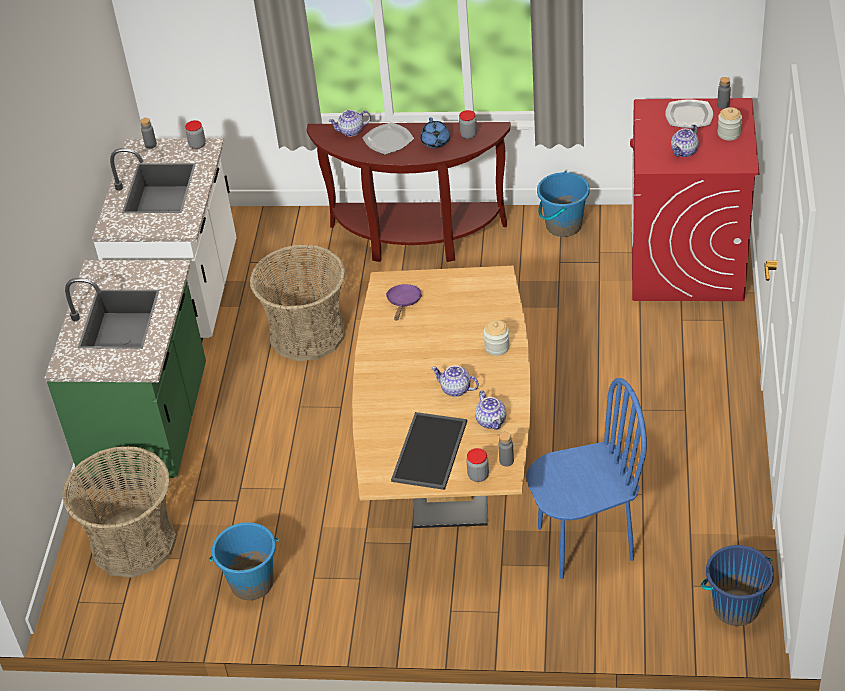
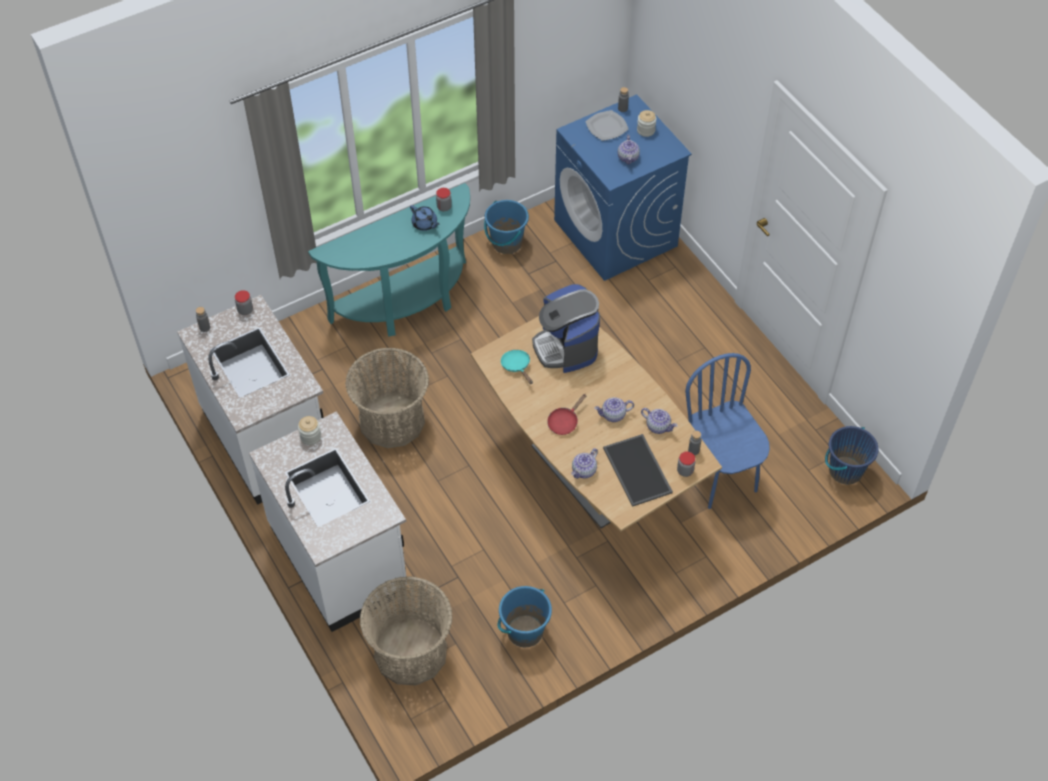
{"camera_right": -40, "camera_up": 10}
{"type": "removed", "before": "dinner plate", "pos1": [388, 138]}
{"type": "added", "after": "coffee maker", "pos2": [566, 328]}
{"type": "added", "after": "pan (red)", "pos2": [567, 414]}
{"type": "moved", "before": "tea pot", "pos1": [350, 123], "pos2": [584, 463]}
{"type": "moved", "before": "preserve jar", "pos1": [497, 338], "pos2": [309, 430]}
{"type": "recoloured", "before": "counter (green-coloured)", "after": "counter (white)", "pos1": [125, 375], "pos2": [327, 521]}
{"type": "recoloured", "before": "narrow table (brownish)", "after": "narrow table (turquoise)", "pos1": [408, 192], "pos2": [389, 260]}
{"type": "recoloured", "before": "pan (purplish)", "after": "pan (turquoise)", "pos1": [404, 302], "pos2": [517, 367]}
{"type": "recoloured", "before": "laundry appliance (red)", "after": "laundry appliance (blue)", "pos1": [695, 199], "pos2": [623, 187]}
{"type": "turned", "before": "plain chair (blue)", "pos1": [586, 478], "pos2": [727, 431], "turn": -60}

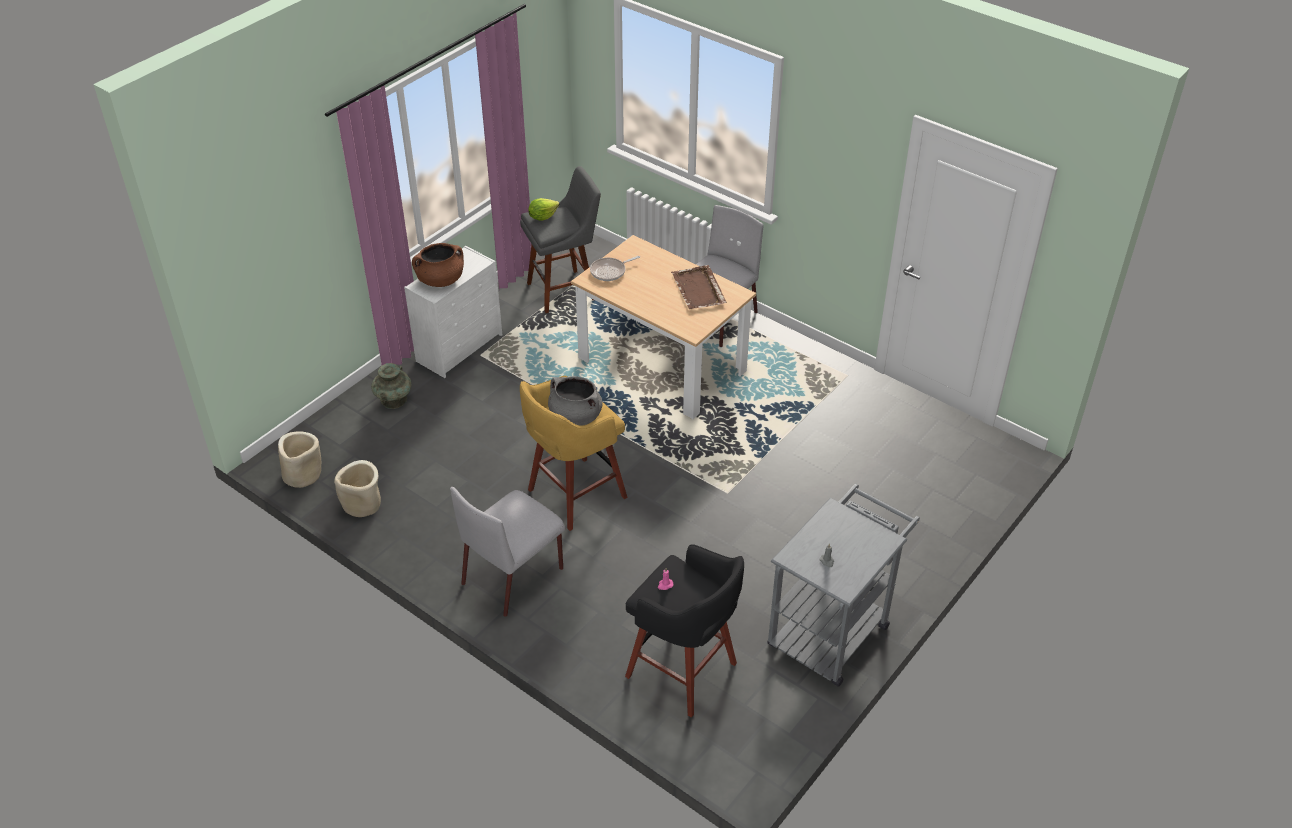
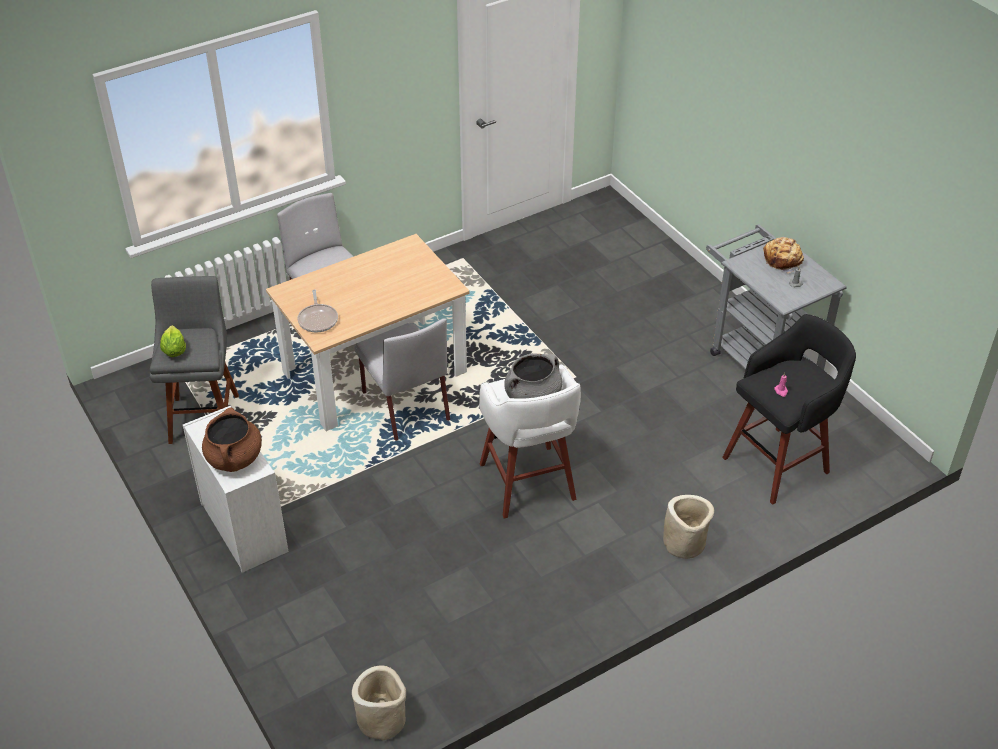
{"camera_right": -70, "camera_up": 0}
{"type": "removed", "before": "flower vase (turquoise)", "pos1": [391, 386]}
{"type": "removed", "before": "carrying tray (brownish)", "pos1": [699, 287]}
{"type": "added", "after": "bread", "pos2": [783, 255]}
{"type": "moved", "before": "planter (sand-coloured)", "pos1": [357, 488], "pos2": [688, 527]}
{"type": "moved", "before": "plain chair (greyish)", "pos1": [507, 552], "pos2": [402, 379]}
{"type": "recoloured", "before": "stool seat (yellow)", "after": "stool seat (white)", "pos1": [573, 453], "pos2": [530, 441]}

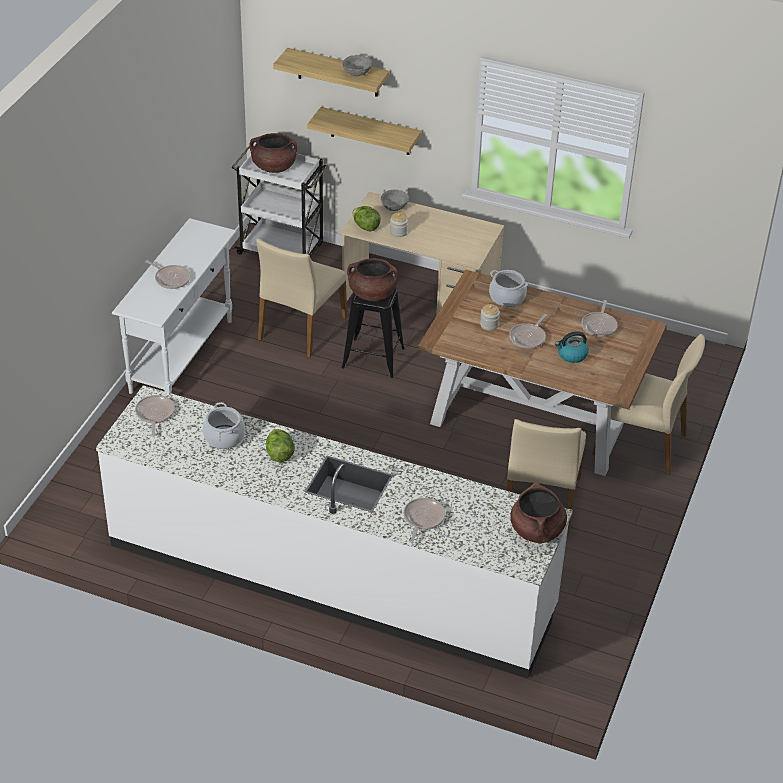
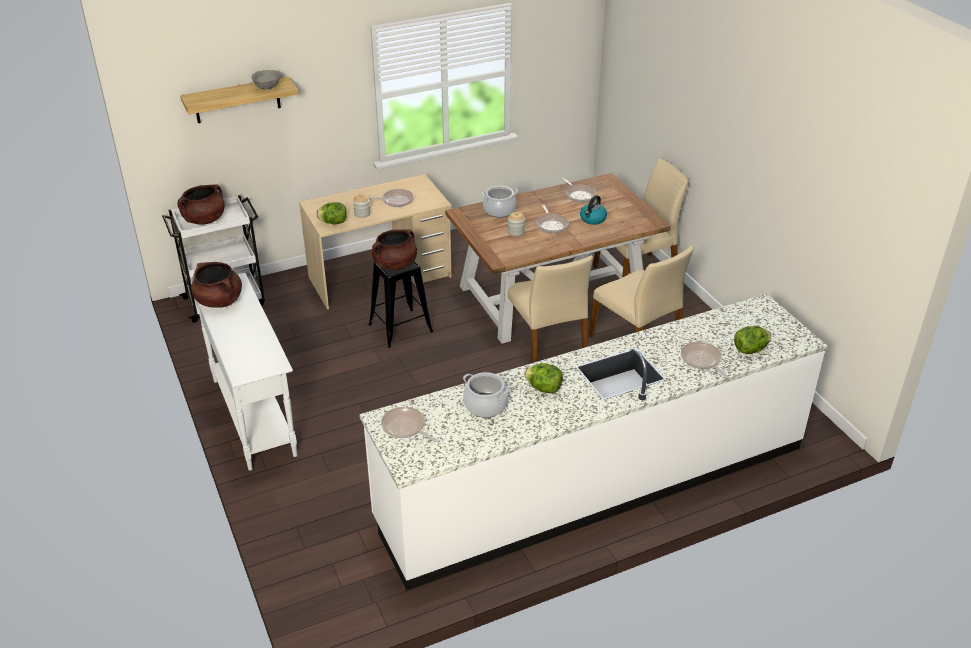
{"camera_right": -45, "camera_up": -5}
{"type": "removed", "before": "bracket shelf", "pos1": [364, 131]}
{"type": "removed", "before": "serving bowl (greyish)", "pos1": [395, 200]}
{"type": "added", "after": "lettuce", "pos2": [752, 340]}
{"type": "moved", "before": "pan", "pos1": [168, 274], "pos2": [391, 198]}
{"type": "moved", "before": "plain chair (sand-coloured)", "pos1": [301, 298], "pos2": [550, 309]}
{"type": "moved", "before": "saucepot (brownish)", "pos1": [538, 512], "pos2": [216, 285]}

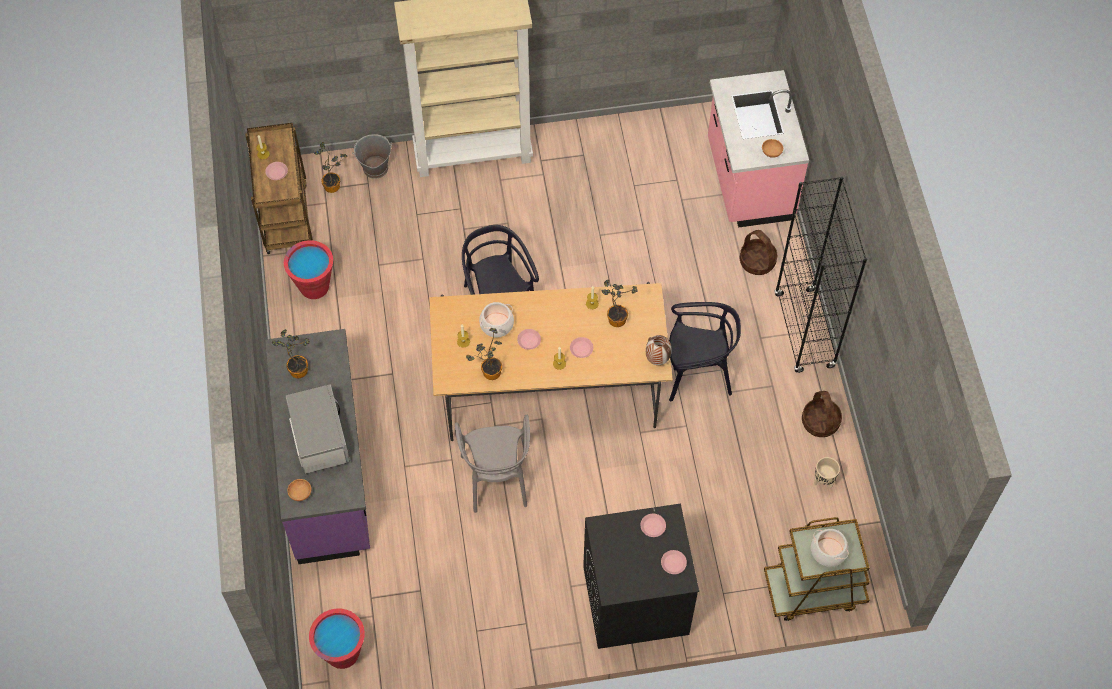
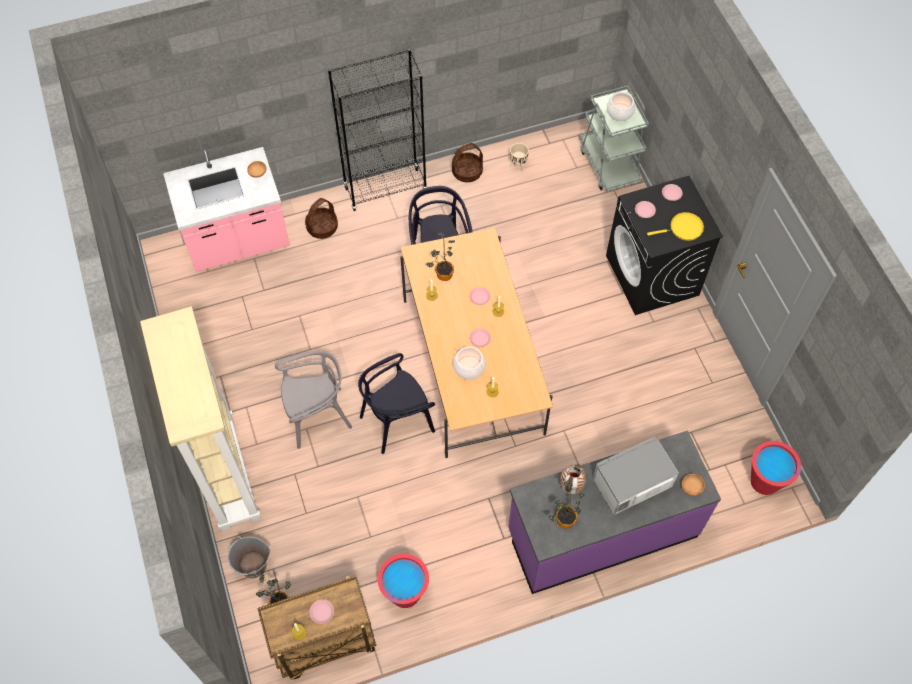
{"camera_right": -100, "camera_up": 0}
{"type": "removed", "before": "plant in a pot", "pos1": [484, 354]}
{"type": "added", "after": "pan (yellow)", "pos2": [675, 226]}
{"type": "moved", "before": "plain chair (greyish)", "pos1": [492, 464], "pos2": [313, 400]}
{"type": "moved", "before": "flower vase", "pos1": [659, 350], "pos2": [573, 479]}
{"type": "recoloured", "before": "cart (brownish)", "after": "cart (greyish)", "pos1": [817, 569], "pos2": [614, 138]}

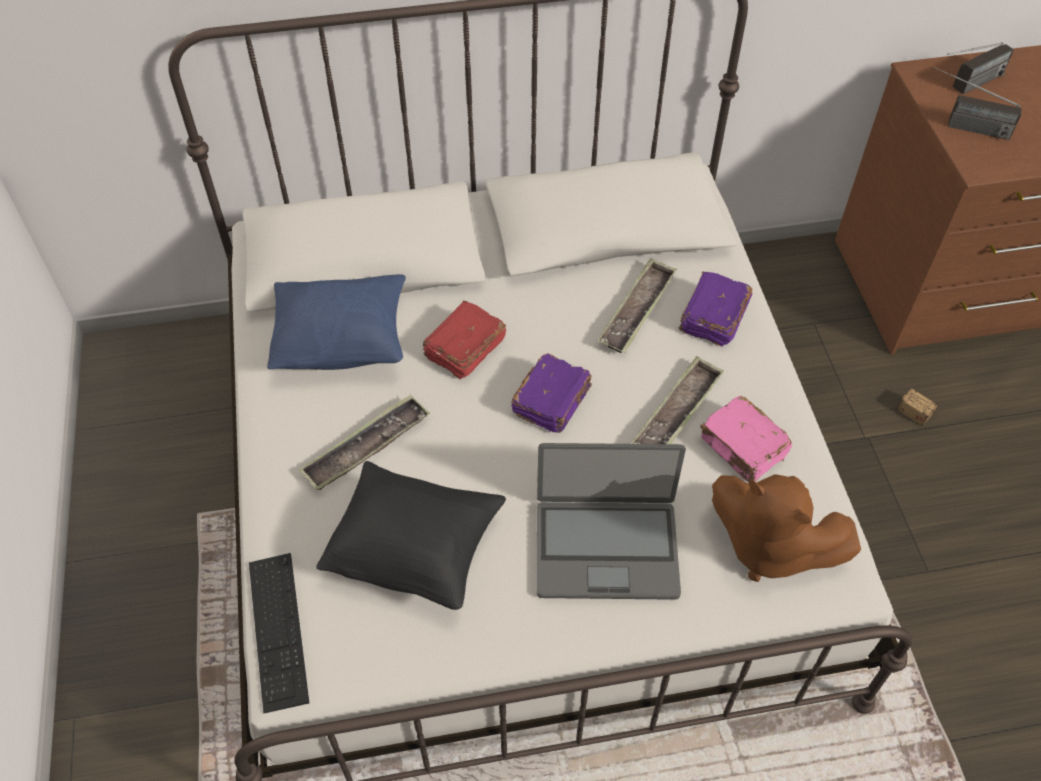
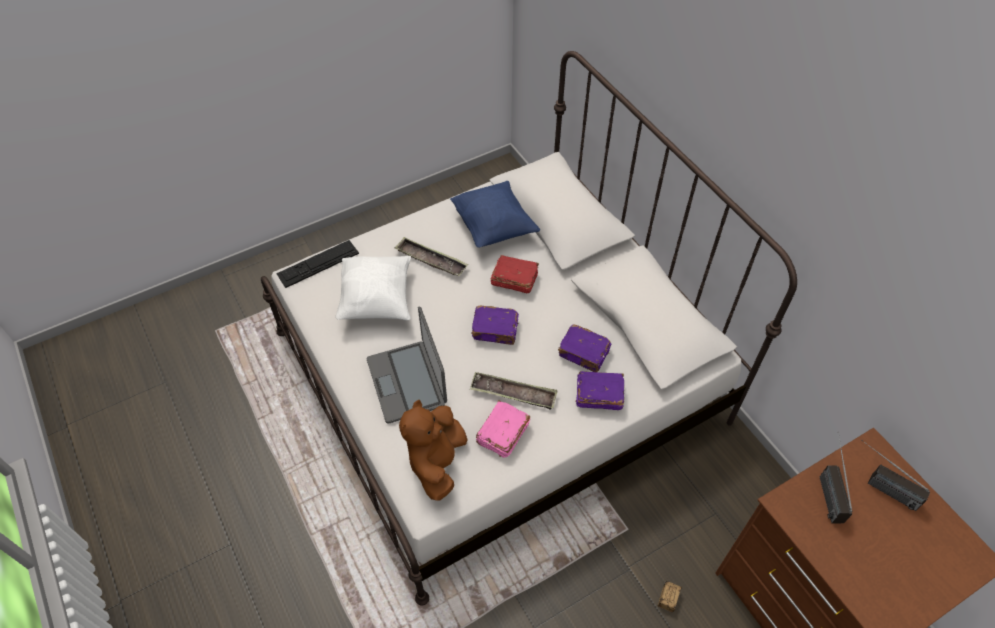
{"camera_right": 70, "camera_up": 0}
{"type": "replaced", "before": "carrying tray", "after": "bound book (purplish)", "pos1": [637, 305], "pos2": [584, 348]}
{"type": "recoloured", "before": "cushion (blackish)", "after": "cushion (white)", "pos1": [411, 535], "pos2": [373, 288]}

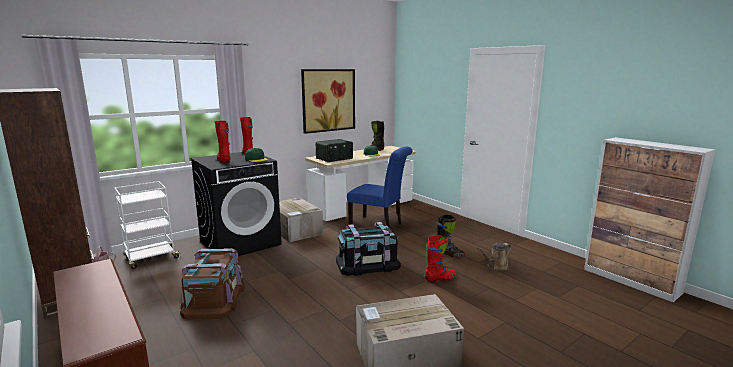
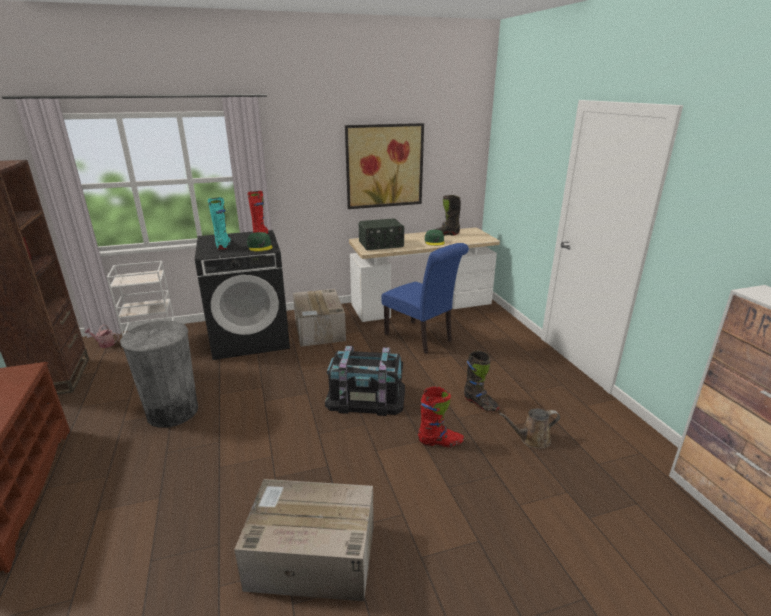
{"camera_right": 20, "camera_up": 10}
{"type": "replaced", "before": "storage container (brownish)", "after": "trash can (greyish)", "pos1": [212, 283], "pos2": [159, 374]}
{"type": "recoloured", "before": "high-top boot (red)", "after": "high-top boot (turquoise)", "pos1": [223, 142], "pos2": [219, 223]}

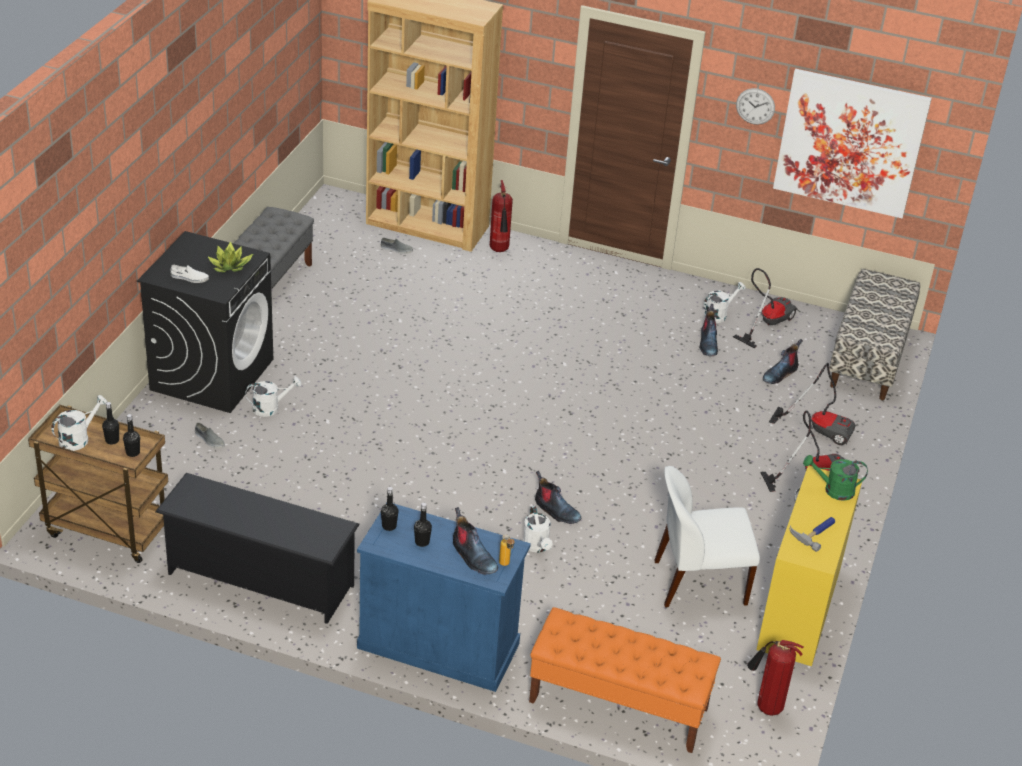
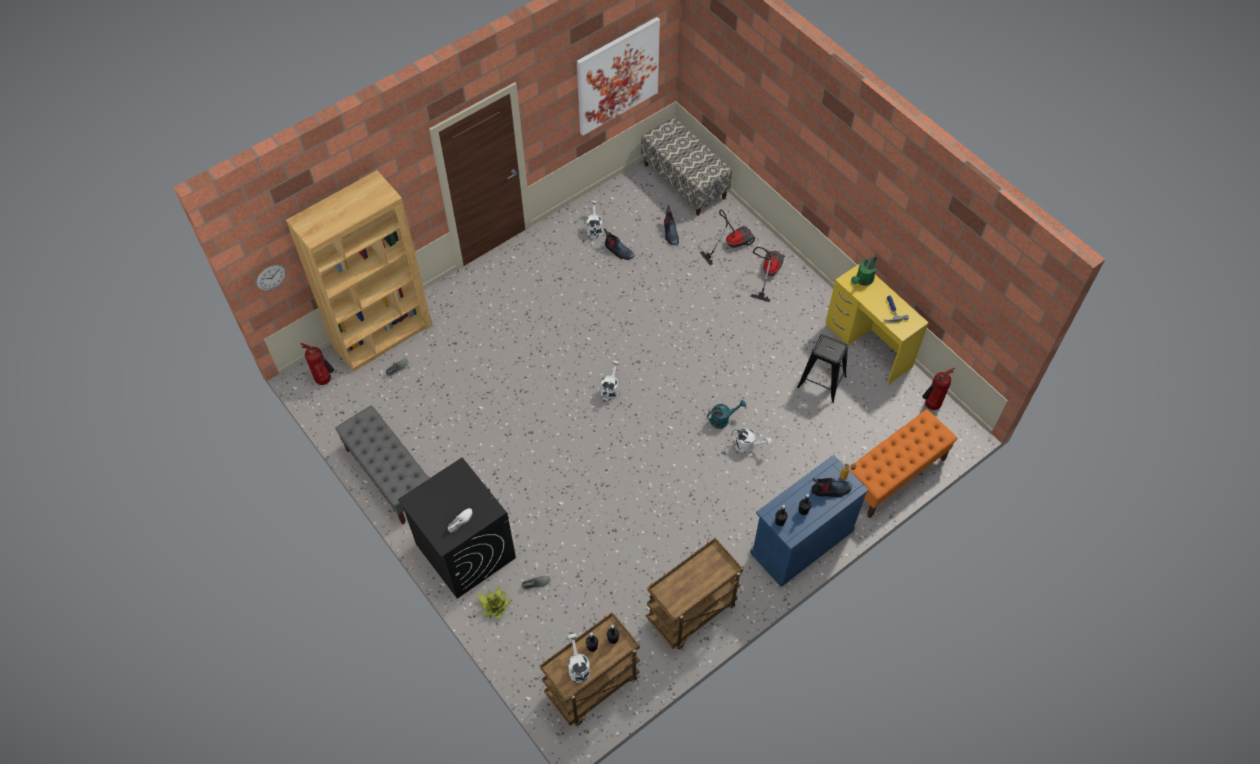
{"camera_right": -55, "camera_up": 20}
{"type": "removed", "before": "vacuum", "pos1": [765, 308]}
{"type": "moved", "before": "plant in a pot", "pos1": [230, 257], "pos2": [494, 602]}
{"type": "moved", "before": "sprinkling can (white)", "pos1": [273, 397], "pos2": [610, 381]}
{"type": "moved", "before": "fire-fighting cylinder", "pos1": [501, 216], "pos2": [317, 364]}
{"type": "moved", "before": "wall clock", "pos1": [755, 106], "pos2": [271, 277]}
{"type": "replaced", "before": "shoe shelf (blackish)", "after": "cart (brownish)", "pos1": [257, 548], "pos2": [695, 593]}
{"type": "replaced", "before": "high-top boot", "after": "sprinkling can (turquoise)", "pos1": [558, 497], "pos2": [726, 414]}
{"type": "replaced", "before": "plain chair (white)", "after": "stool seat (blackish)", "pos1": [707, 536], "pos2": [822, 369]}

